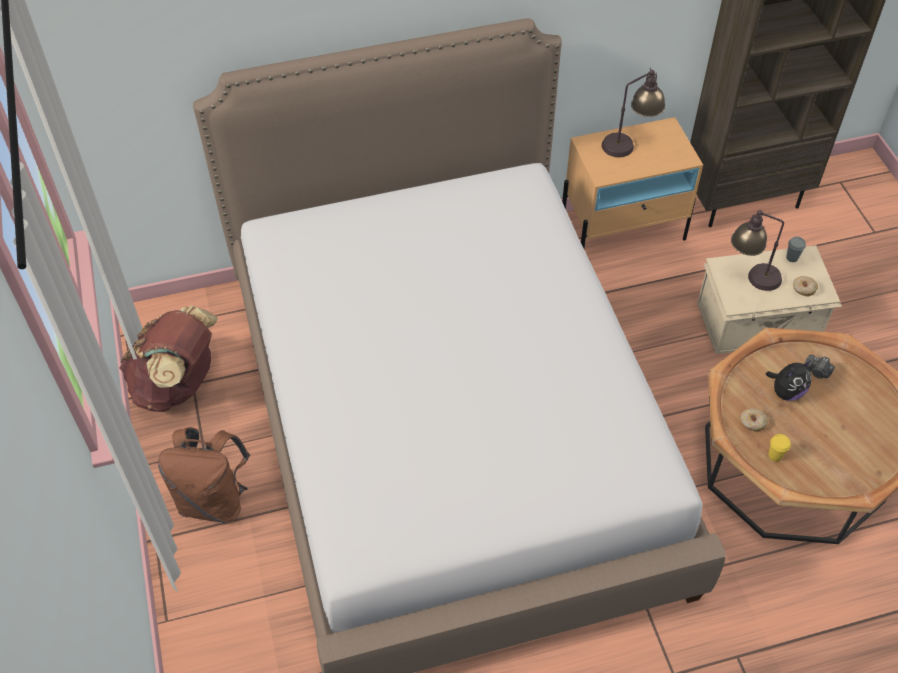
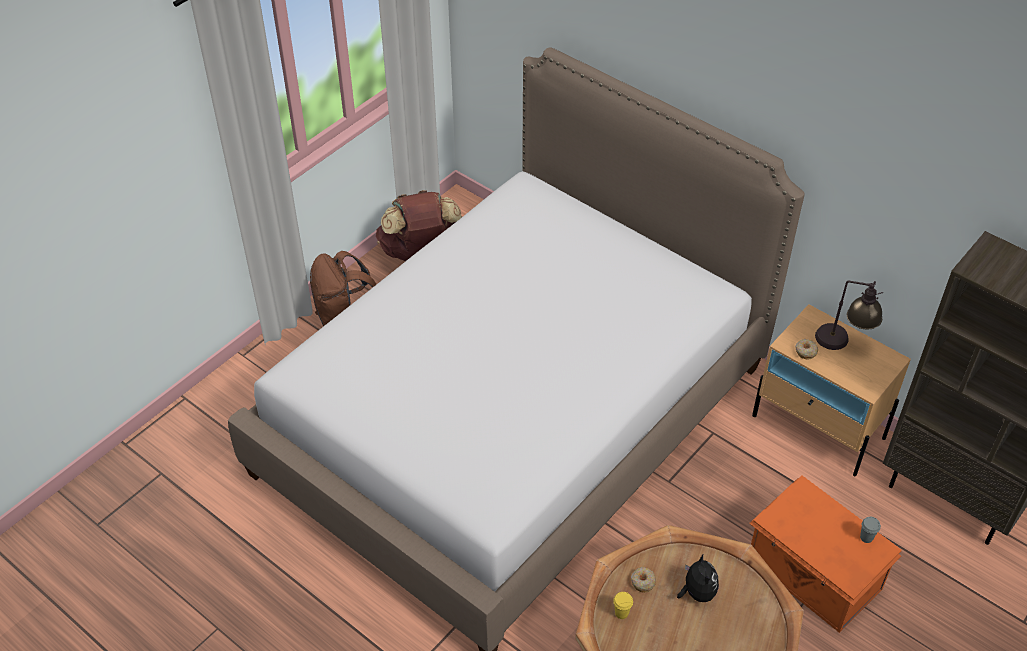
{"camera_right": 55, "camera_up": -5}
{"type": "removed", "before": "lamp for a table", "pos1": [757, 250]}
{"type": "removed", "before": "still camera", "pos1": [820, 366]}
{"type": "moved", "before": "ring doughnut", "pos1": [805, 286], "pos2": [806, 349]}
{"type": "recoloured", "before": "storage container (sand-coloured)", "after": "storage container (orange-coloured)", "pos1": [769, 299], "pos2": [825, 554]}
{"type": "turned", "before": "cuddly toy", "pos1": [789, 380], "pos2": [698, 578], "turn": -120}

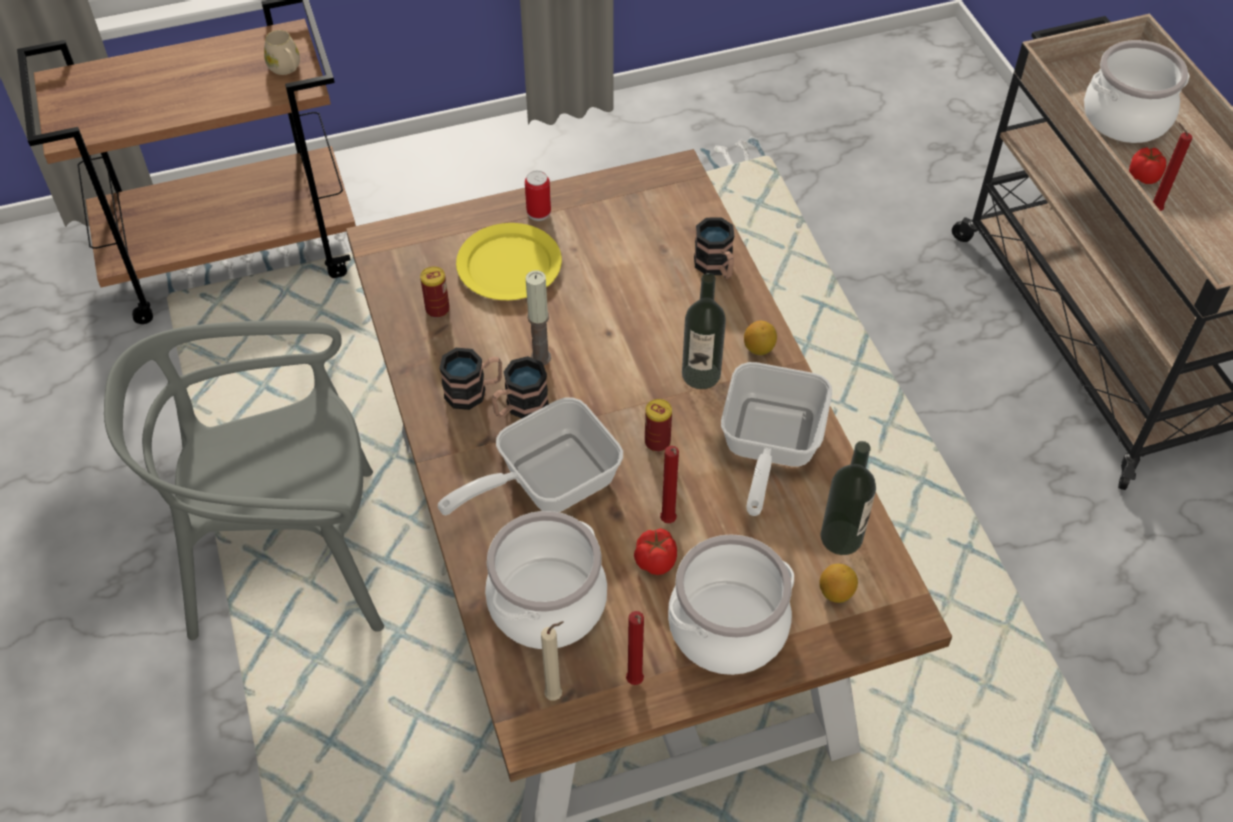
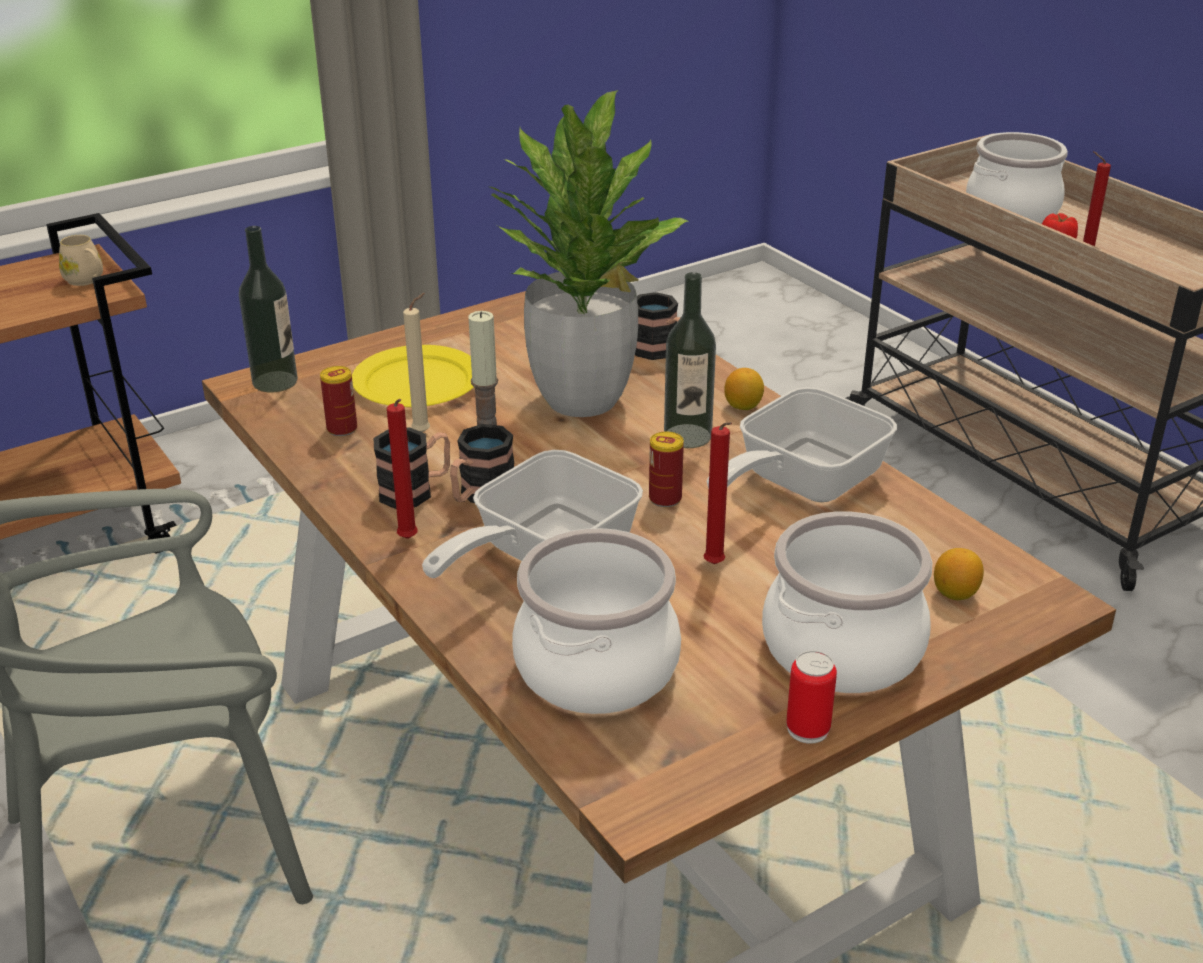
{"camera_right": -15, "camera_up": -20}
{"type": "removed", "before": "fresh tomato", "pos1": [655, 551]}
{"type": "added", "after": "plant in a pot", "pos2": [589, 253]}
{"type": "moved", "before": "metal can", "pos1": [538, 195], "pos2": [811, 697]}
{"type": "moved", "before": "candle (sand-coloured)", "pos1": [552, 661], "pos2": [416, 362]}
{"type": "moved", "before": "candle (red)", "pos1": [635, 648], "pos2": [402, 469]}
{"type": "moved", "before": "beverage bottle", "pos1": [848, 498], "pos2": [268, 309]}
{"type": "turned", "before": "pan", "pos1": [776, 439], "pos2": [801, 444], "turn": 45}

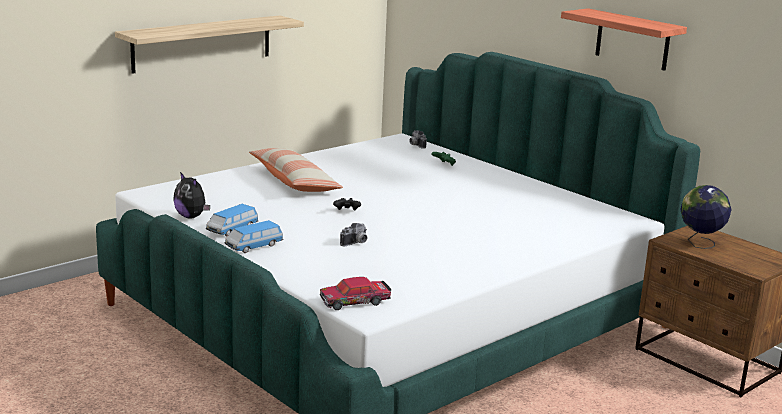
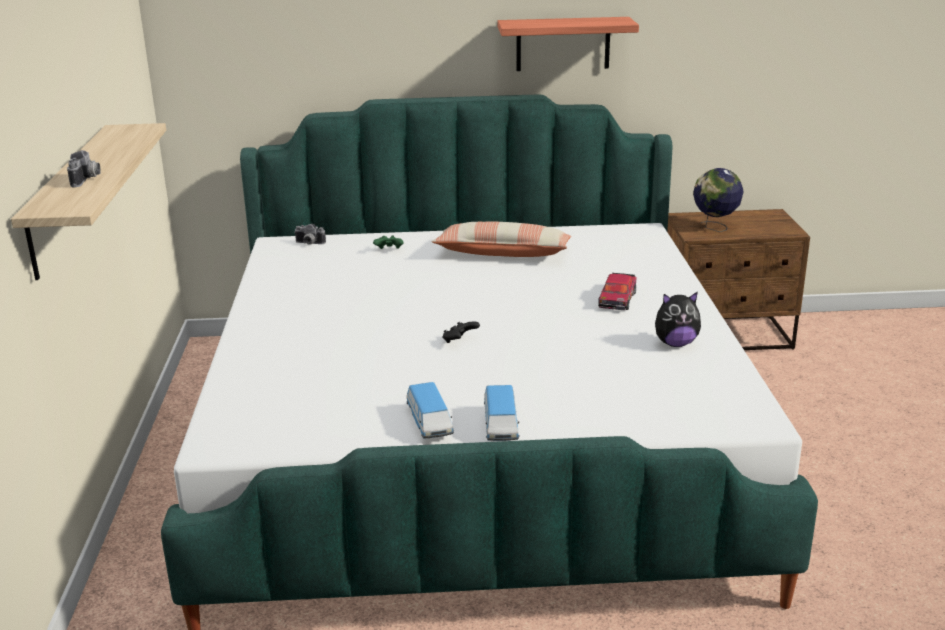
{"camera_right": -50, "camera_up": 5}
{"type": "moved", "before": "cuddly toy", "pos1": [191, 195], "pos2": [678, 319]}
{"type": "moved", "before": "cushion", "pos1": [296, 170], "pos2": [501, 239]}
{"type": "moved", "before": "model car", "pos1": [356, 293], "pos2": [617, 291]}
{"type": "moved", "before": "still camera", "pos1": [353, 234], "pos2": [84, 168]}

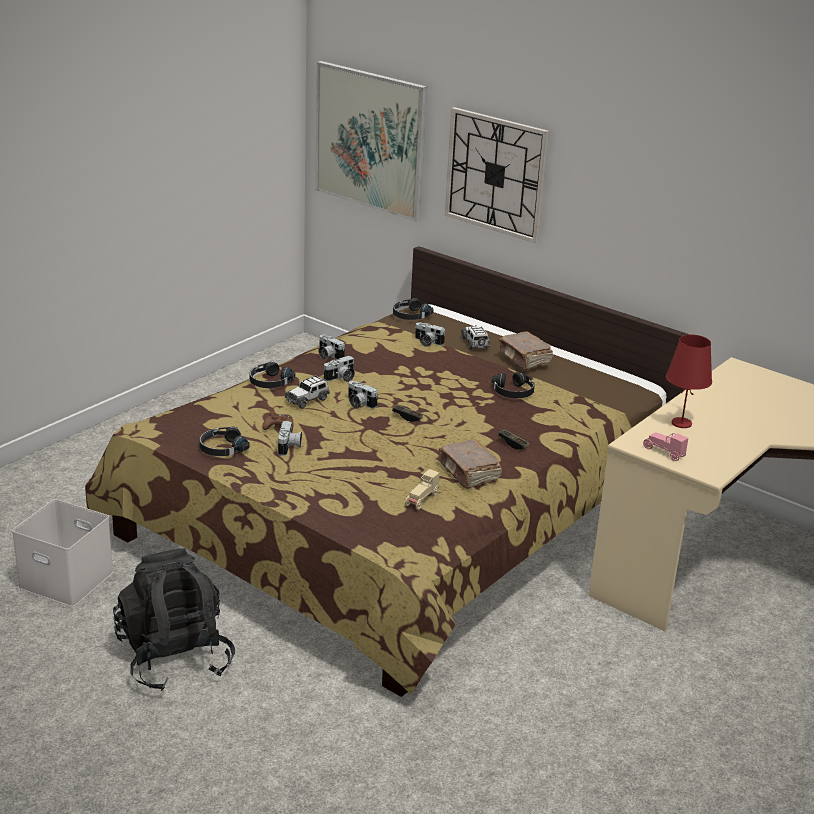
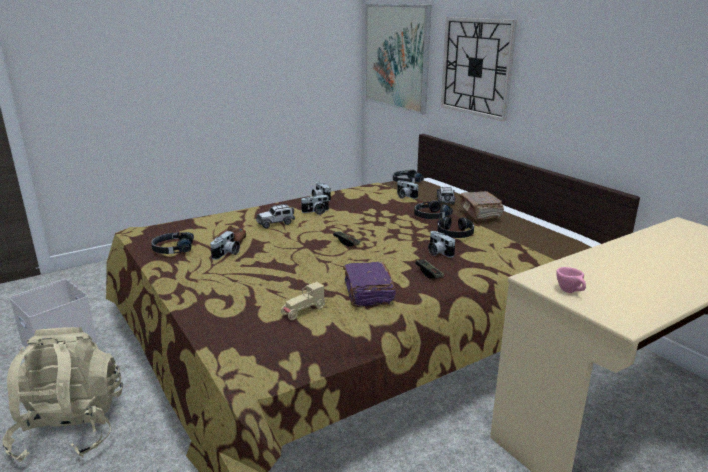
{"camera_right": 20, "camera_up": -5}
{"type": "removed", "before": "lamp for a table (red)", "pos1": [689, 381]}
{"type": "moved", "before": "pair of headphones (blackish)", "pos1": [272, 375], "pos2": [433, 210]}
{"type": "moved", "before": "still camera", "pos1": [363, 395], "pos2": [441, 244]}
{"type": "replaced", "before": "model car (pink)", "after": "cup (pink)", "pos1": [665, 446], "pos2": [571, 280]}
{"type": "recoloured", "before": "rucksack (blackish)", "after": "rucksack (sand-coloured)", "pos1": [174, 619], "pos2": [63, 394]}
{"type": "recoloured", "before": "bound book (brownish)", "after": "bound book (purplish)", "pos1": [470, 463], "pos2": [369, 284]}

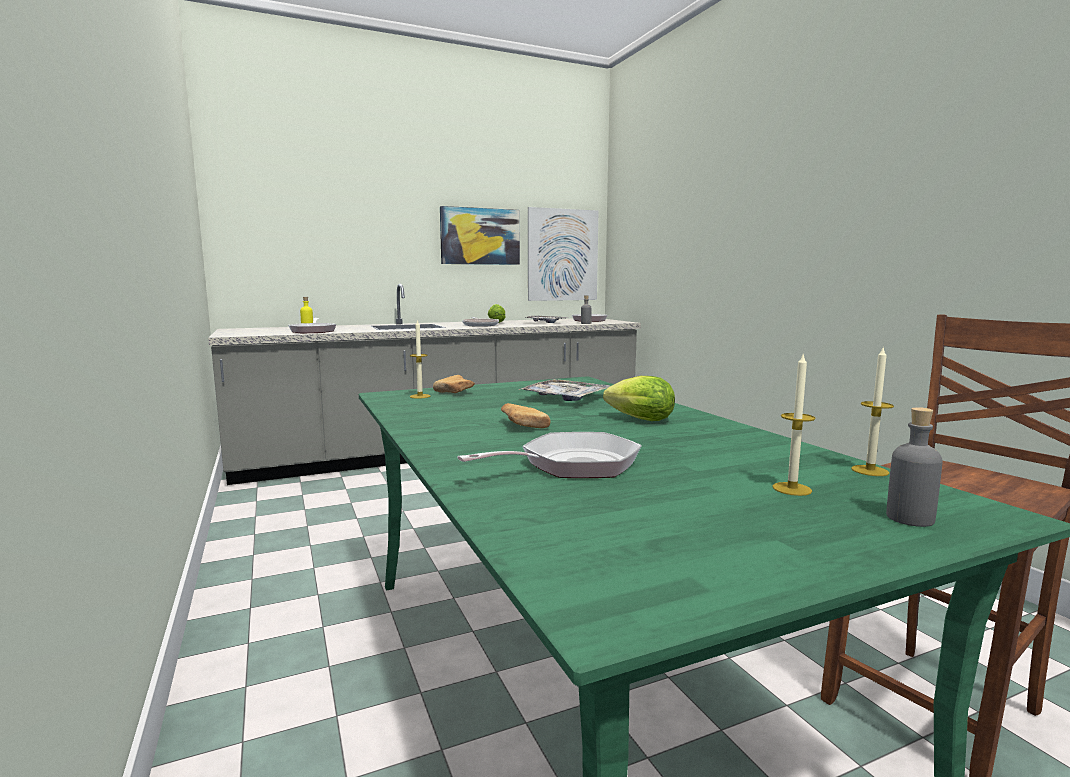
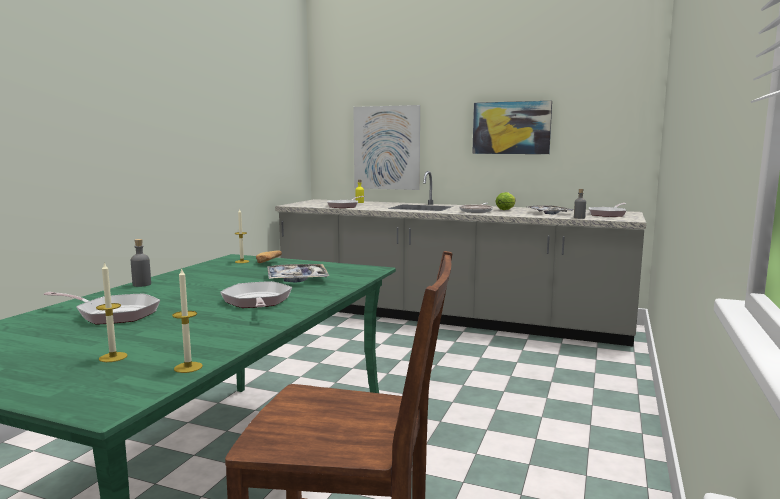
{"camera_right": 45, "camera_up": 0}
{"type": "removed", "before": "bread", "pos1": [525, 415]}
{"type": "moved", "before": "picture", "pos1": [563, 254], "pos2": [386, 147]}
{"type": "moved", "before": "beverage bottle (greyish)", "pos1": [914, 467], "pos2": [141, 263]}
{"type": "replaced", "before": "lettuce", "after": "pan", "pos1": [639, 398], "pos2": [256, 294]}

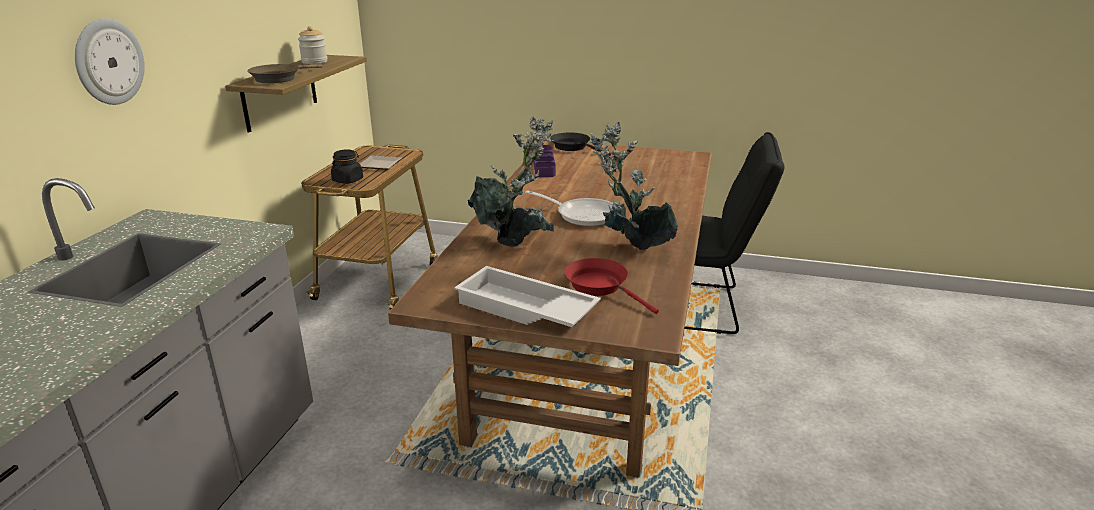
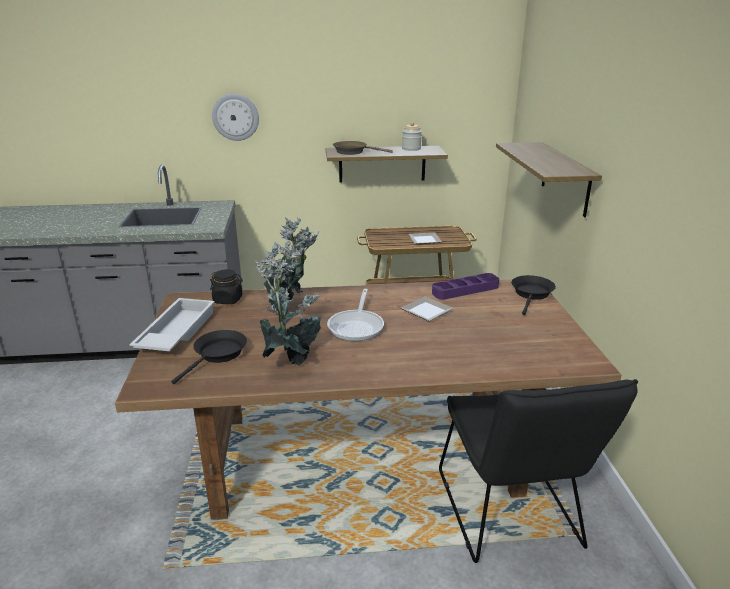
{"camera_right": 70, "camera_up": 0}
{"type": "added", "after": "dinner plate", "pos2": [427, 308]}
{"type": "added", "after": "bracket shelf", "pos2": [549, 179]}
{"type": "moved", "before": "preserve jar (blackish)", "pos1": [347, 166], "pos2": [226, 286]}
{"type": "recoloured", "before": "pan (red)", "after": "pan (blackish)", "pos1": [611, 286], "pos2": [209, 357]}

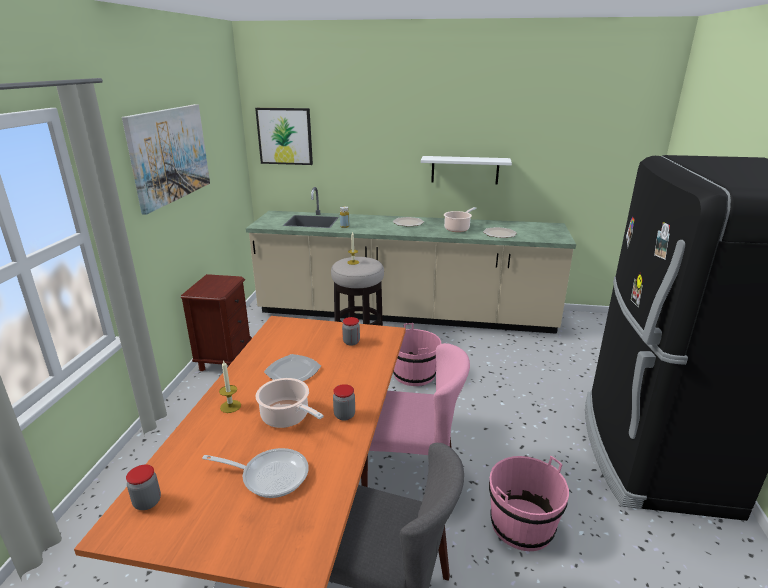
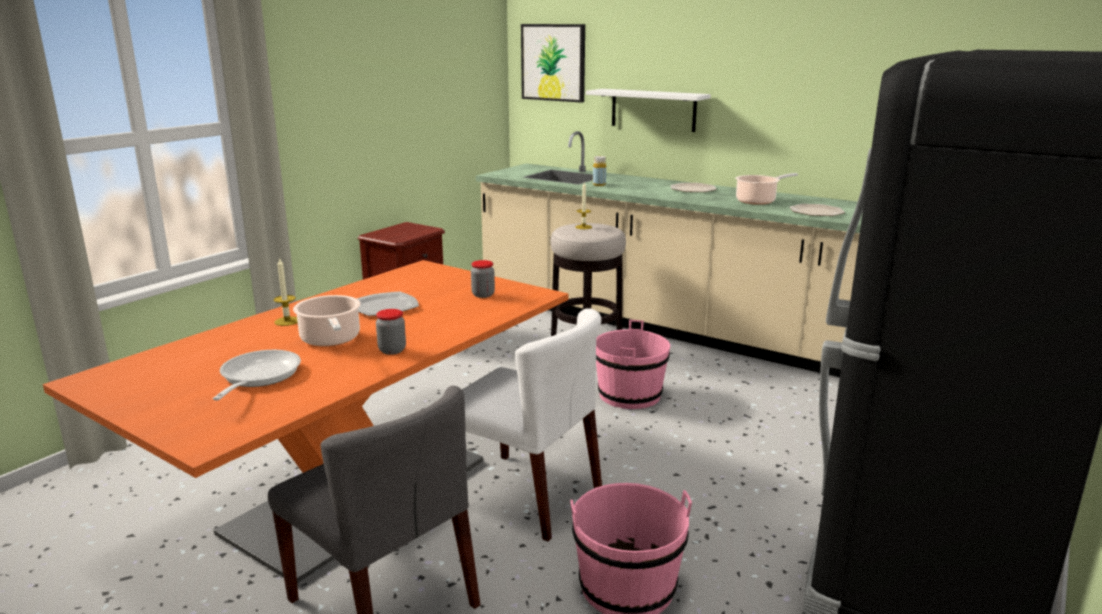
{"camera_right": 25, "camera_up": -5}
{"type": "removed", "before": "picture", "pos1": [166, 159]}
{"type": "removed", "before": "preserve jar", "pos1": [143, 487]}
{"type": "moved", "before": "bracket shelf (white)", "pos1": [466, 170], "pos2": [648, 110]}
{"type": "recoloured", "before": "plain chair (pink)", "after": "plain chair (white)", "pos1": [415, 415], "pos2": [532, 425]}
{"type": "turned", "before": "pan", "pos1": [255, 473], "pos2": [257, 375], "turn": -120}

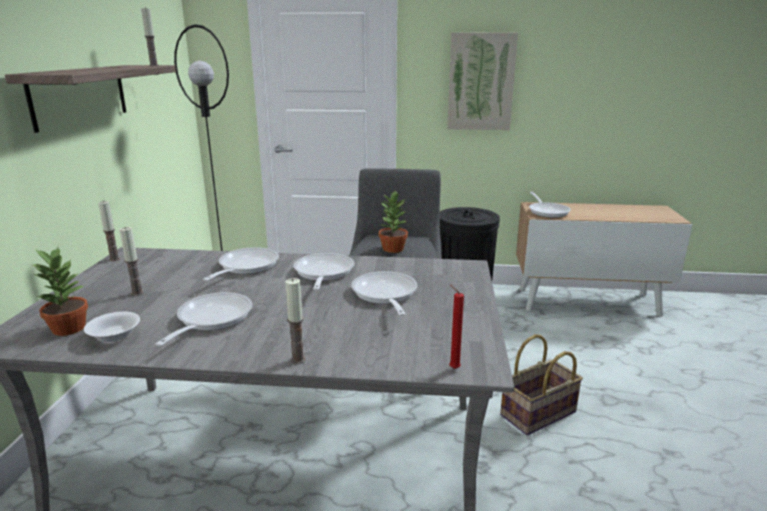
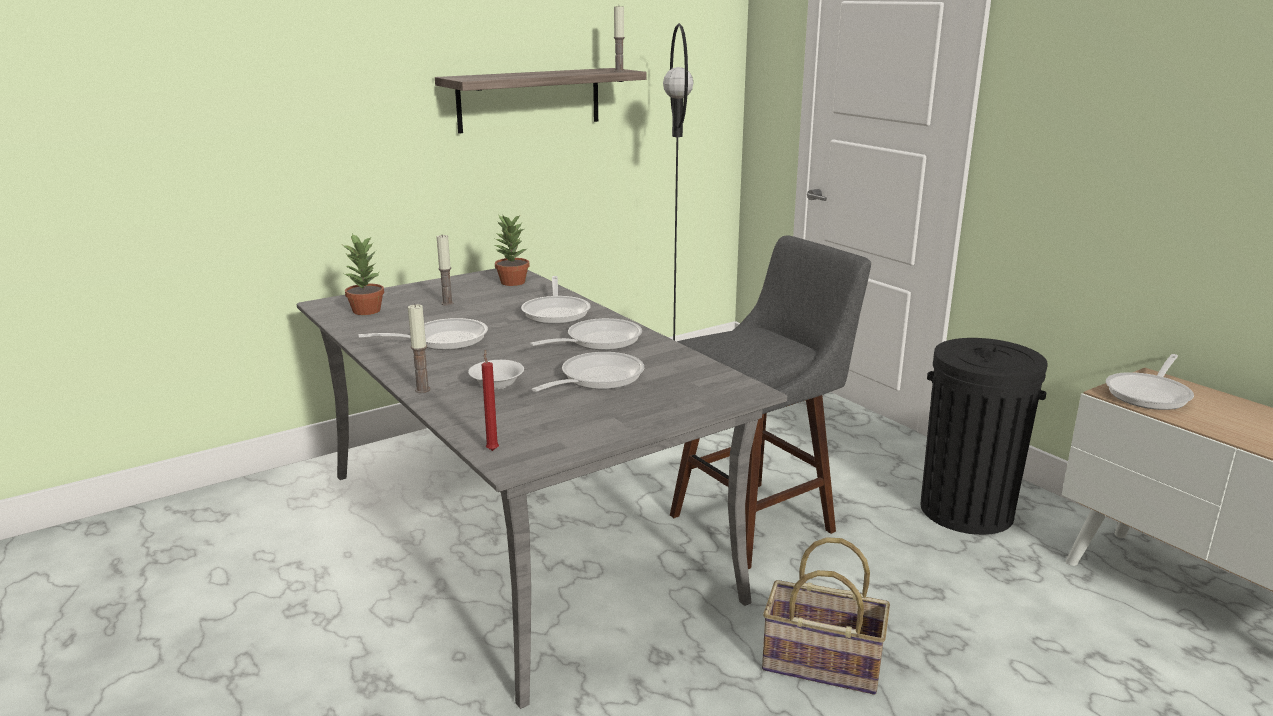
{"camera_right": 50, "camera_up": 0}
{"type": "removed", "before": "candle", "pos1": [109, 230]}
{"type": "removed", "before": "picture", "pos1": [482, 81]}
{"type": "moved", "before": "serving bowl (white)", "pos1": [112, 327], "pos2": [496, 374]}
{"type": "moved", "before": "plant in a pot", "pos1": [393, 222], "pos2": [512, 251]}
{"type": "turned", "before": "pan", "pos1": [241, 264], "pos2": [556, 300], "turn": 105}

